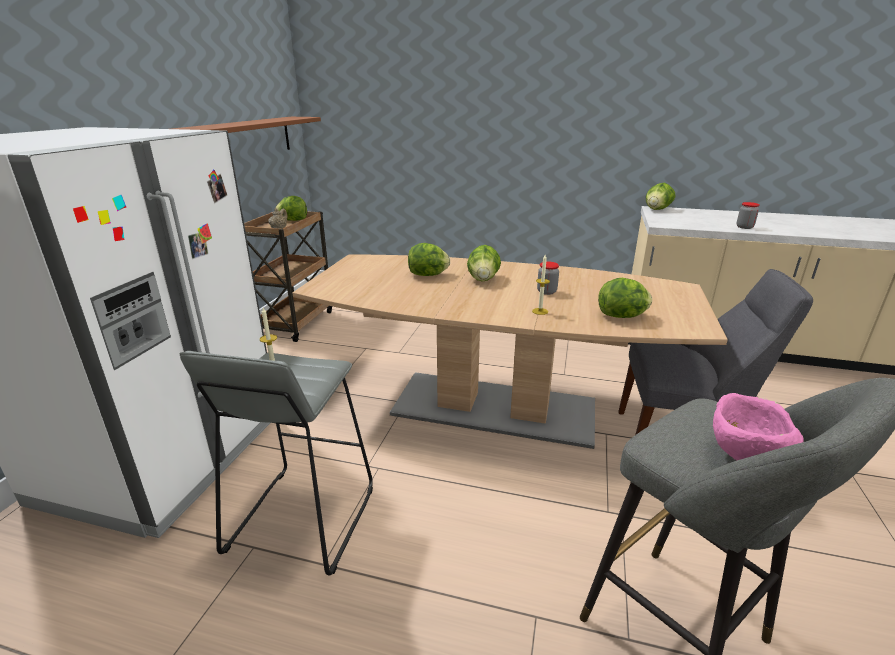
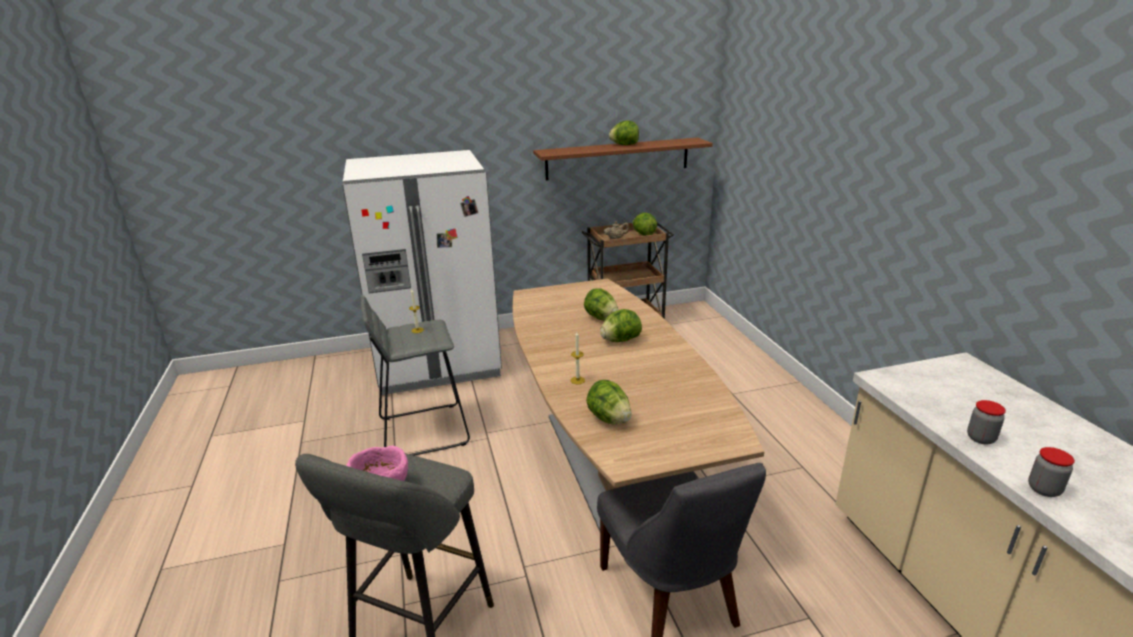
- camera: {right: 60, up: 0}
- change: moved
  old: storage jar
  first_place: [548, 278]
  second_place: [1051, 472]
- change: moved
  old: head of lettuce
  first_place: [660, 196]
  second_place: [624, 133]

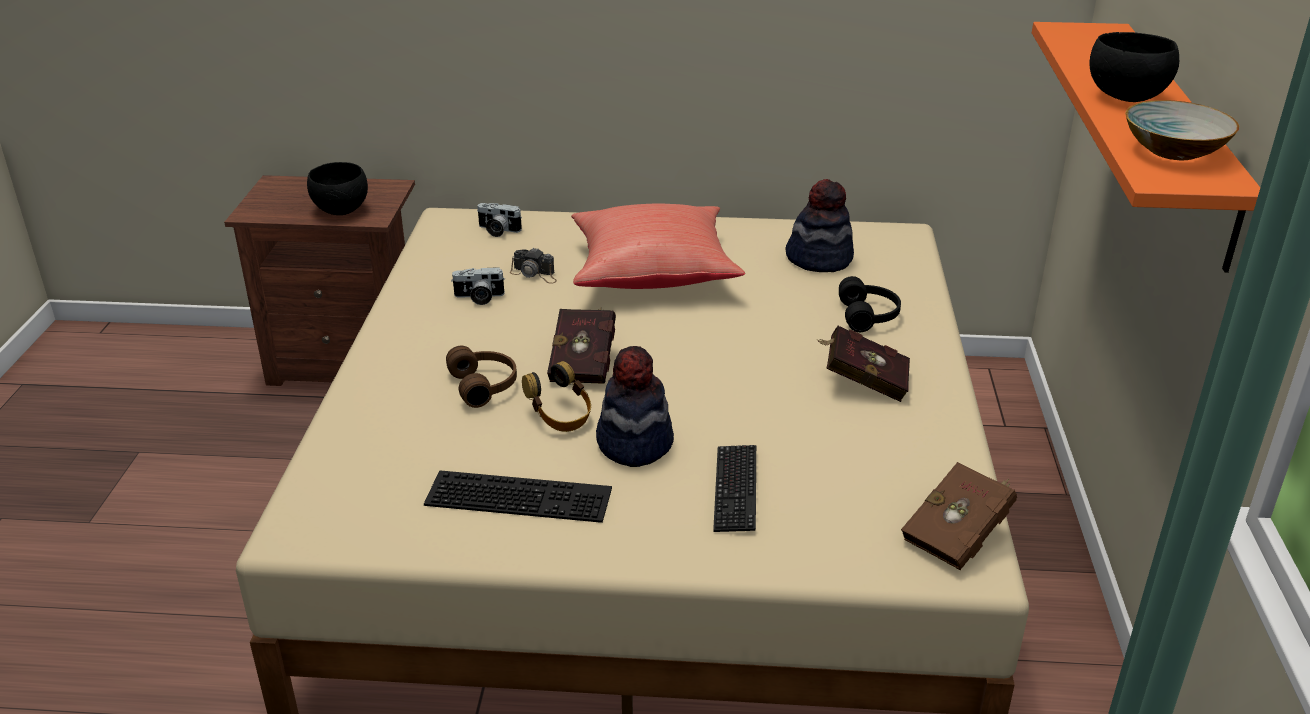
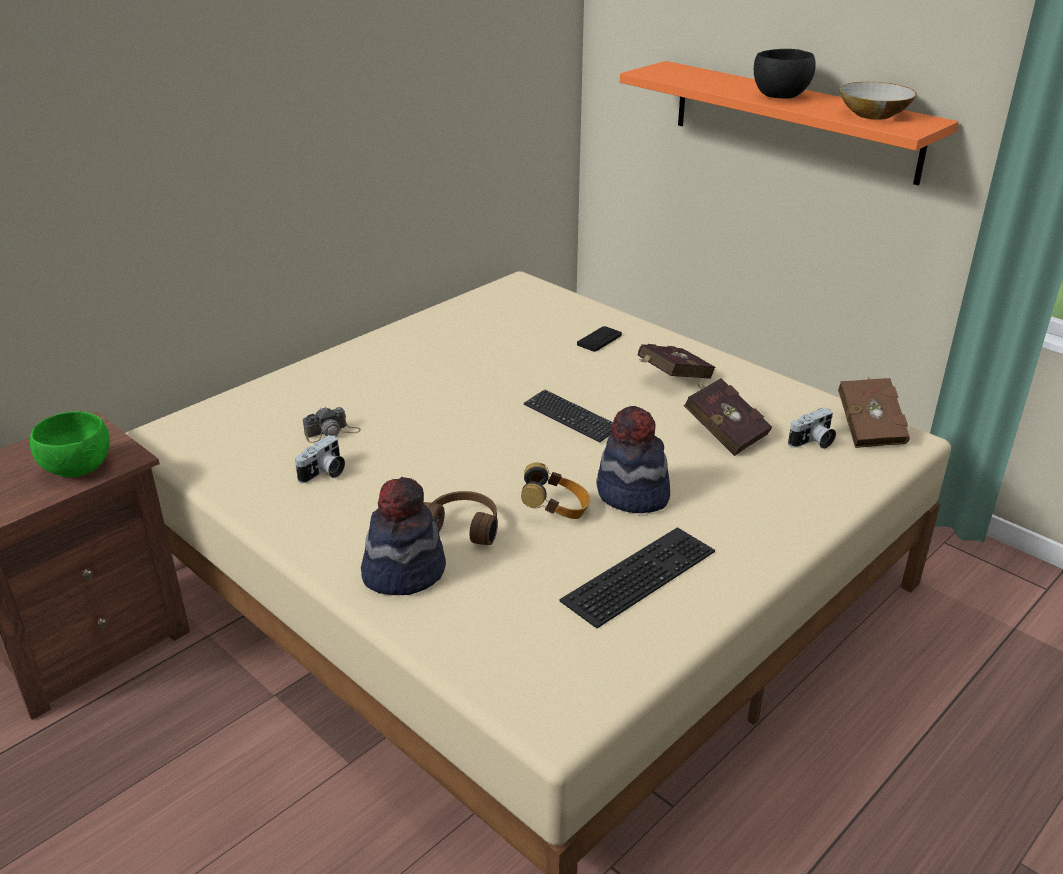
- camera: {right: -50, up: 0}
- change: removed
  old: pillow (red-coloured)
  first_place: [658, 246]
- change: moved
  old: still camera
  first_place: [499, 220]
  second_place: [812, 428]
- change: moved
  old: bound book (red-coloured)
  first_place: [581, 345]
  second_place: [728, 417]
- change: moved
  old: keyboard
  first_place: [734, 488]
  second_place: [568, 416]
- change: moved
  old: hat
  first_place: [819, 225]
  second_place: [403, 536]
- change: replaced
  old: headphones (blackish)
  new: joypad (blackish)
  first_place: [870, 304]
  second_place: [599, 339]
- change: recoloured
  old: deep dish (blackish)
  new: deep dish (green)
  first_place: [337, 188]
  second_place: [70, 444]

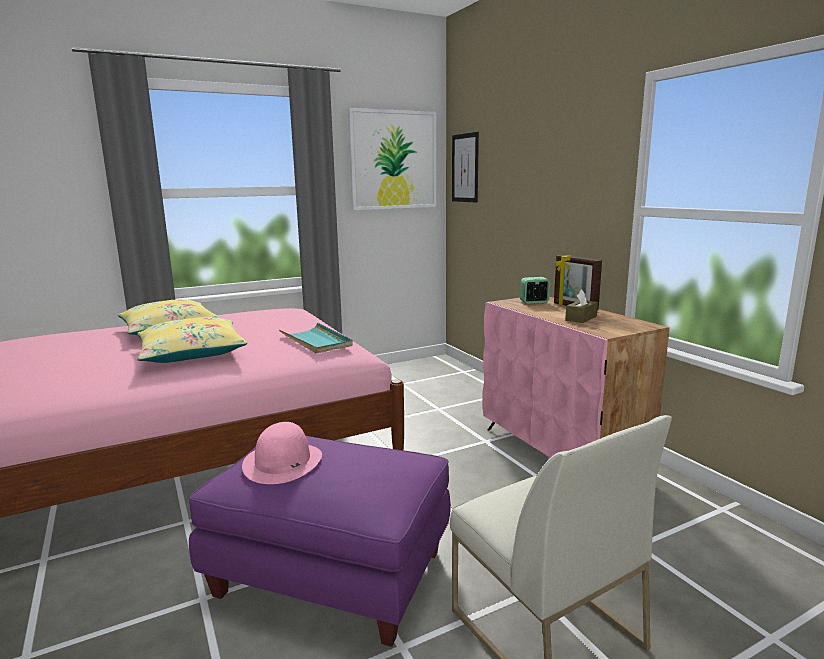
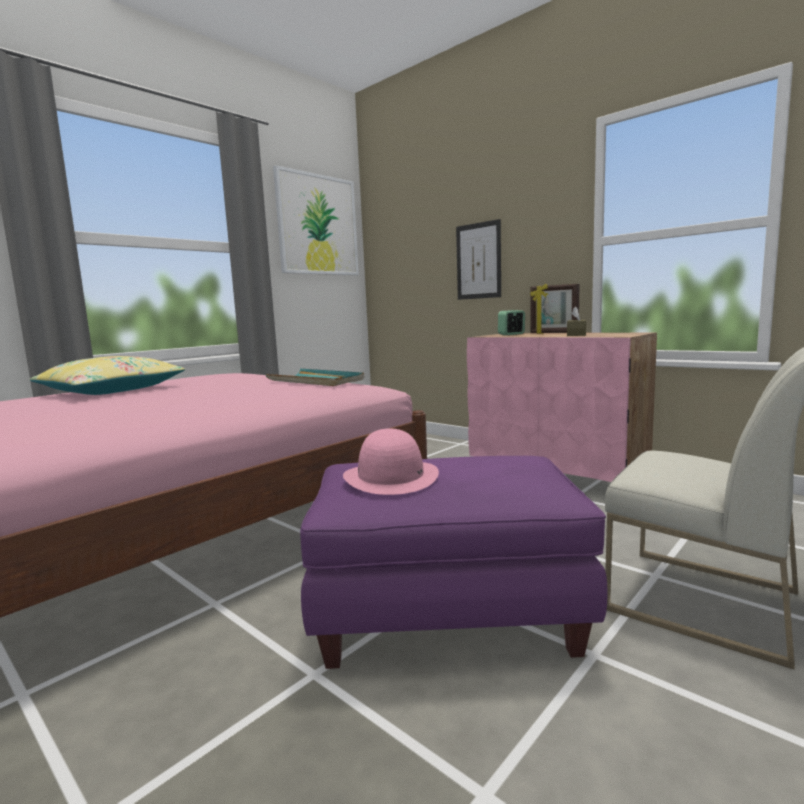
- camera: {right: -20, up: -5}
- change: removed
  old: pillow (yellow)
  first_place: [192, 340]
- change: moved
  old: picture
  first_place: [465, 167]
  second_place: [478, 259]

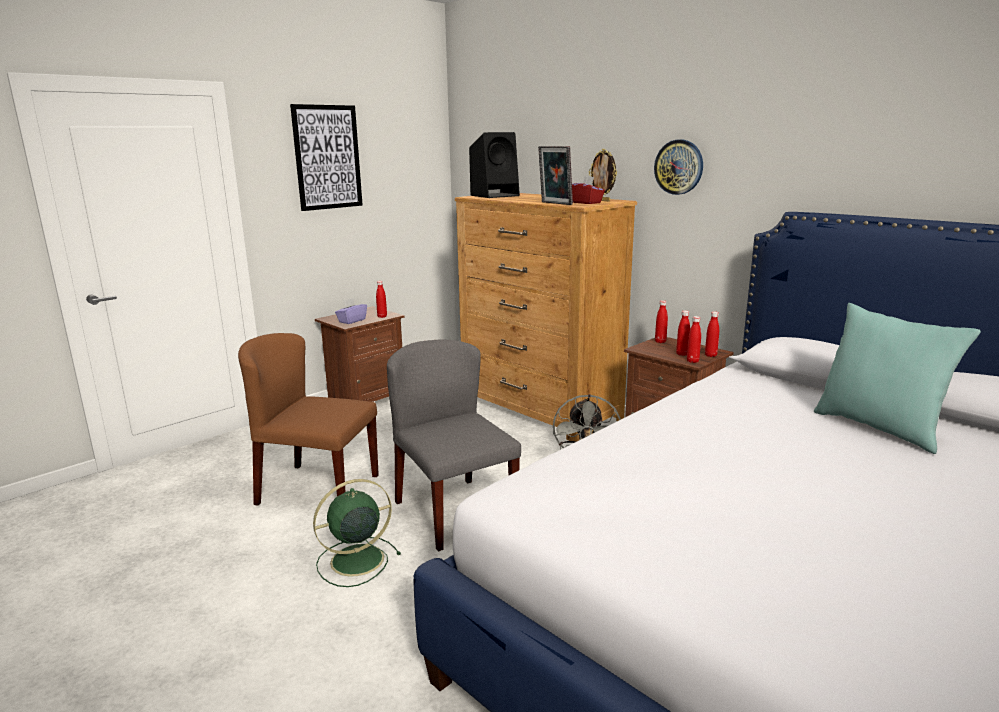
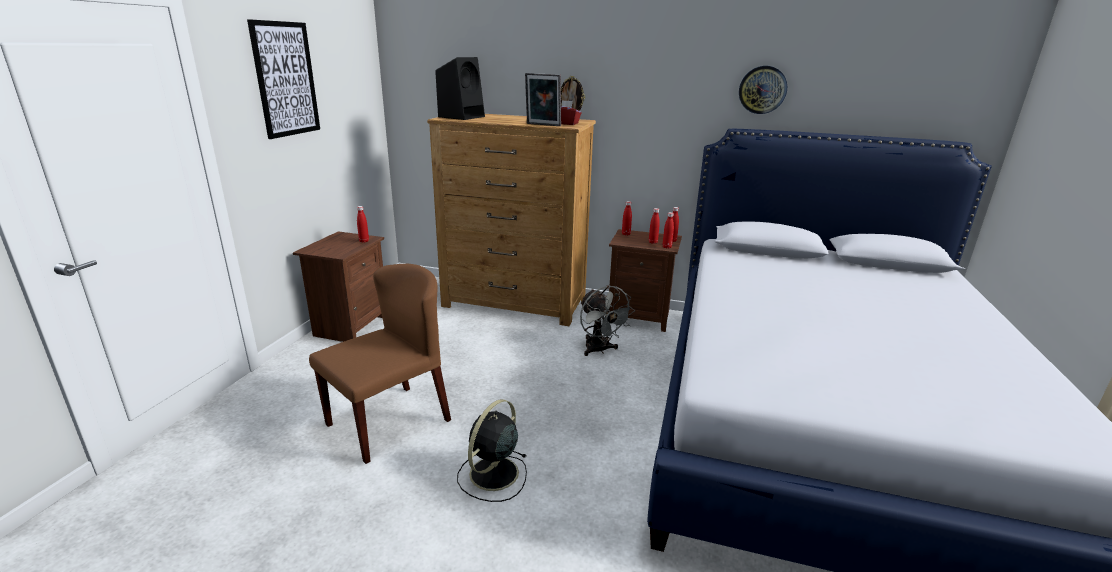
- camera: {right: -30, up: 5}
- change: removed
  old: tissue box (purplish)
  first_place: [351, 311]
- change: removed
  old: chair (grey)
  first_place: [454, 445]
- change: removed
  old: pillow (turquoise)
  first_place: [897, 378]
- change: moved
  old: wall clock
  first_place: [678, 167]
  second_place: [763, 90]
- change: recoloured
  old: fan (green)
  new: fan (blackish)
  first_place: [357, 533]
  second_place: [492, 450]
- change: turned
  old: chair (brown-coloured)
  first_place: [308, 419]
  second_place: [380, 364]
  degrees: 150

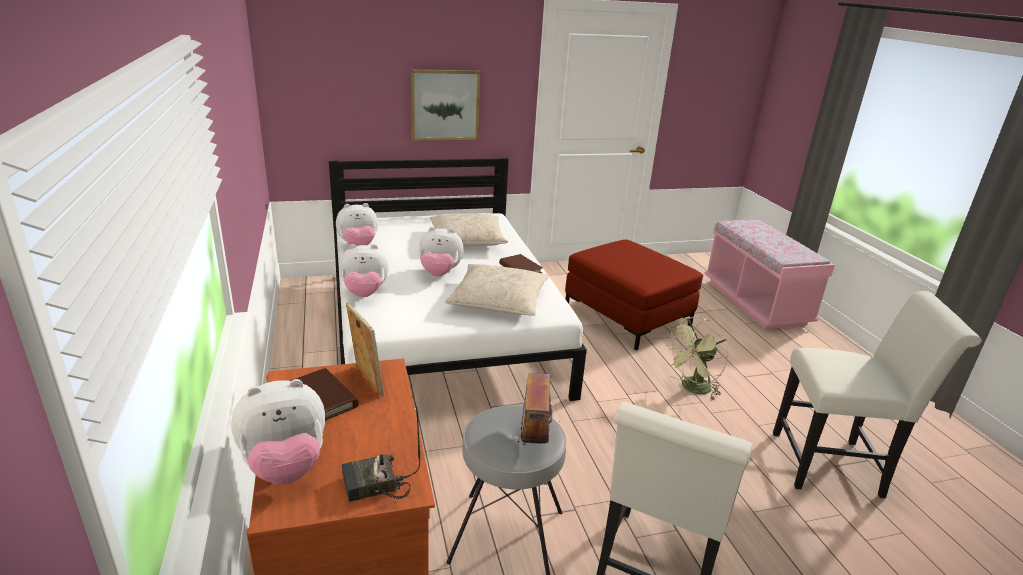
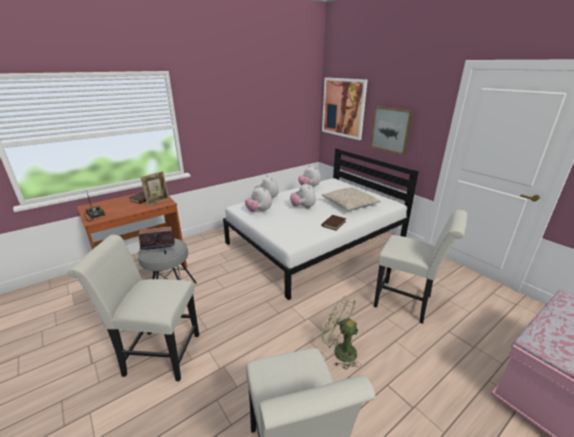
- camera: {right: 70, up: 0}
- change: removed
  old: pillow (beige)
  first_place: [497, 290]
- change: added
  new: picture
  second_place: [344, 108]
- change: moved
  old: cuddly toy
  first_place: [278, 431]
  second_place: [258, 199]
- change: replaced
  old: ottoman (red-coloured)
  new: chair (whitish)
  first_place: [634, 295]
  second_place: [421, 267]

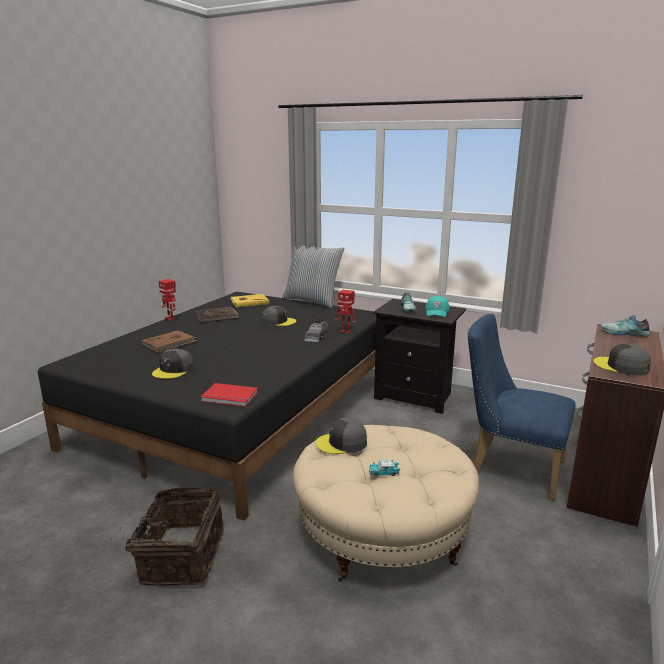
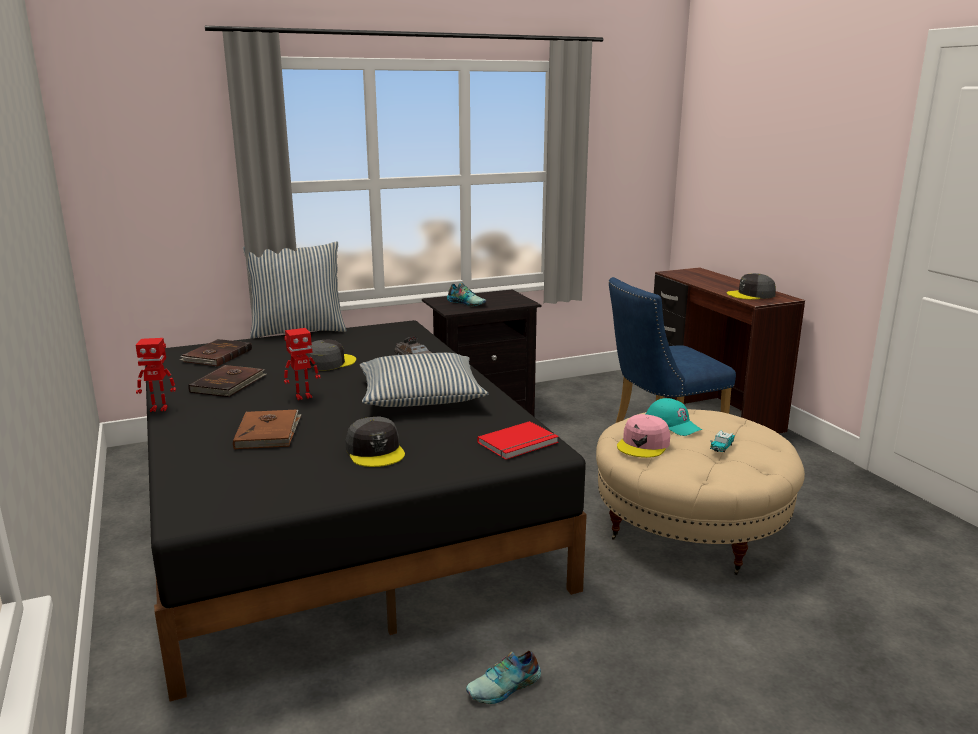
- camera: {right: -50, up: 0}
- change: removed
  old: household basket
  first_place: [167, 536]
- change: added
  new: pillow
  second_place: [424, 380]
- change: moved
  old: toy robot
  first_place: [345, 312]
  second_place: [302, 364]
- change: moved
  old: cap (turquoise)
  first_place: [437, 306]
  second_place: [674, 417]
- change: moved
  old: item of footwear
  first_place: [625, 326]
  second_place: [503, 677]
- change: recoloured
  old: bound book (yellow)
  new: bound book (brown-coloured)
  first_place: [249, 300]
  second_place: [215, 352]
- change: recoloured
  old: cap (grey)
  new: cap (pink)
  first_place: [341, 436]
  second_place: [643, 436]

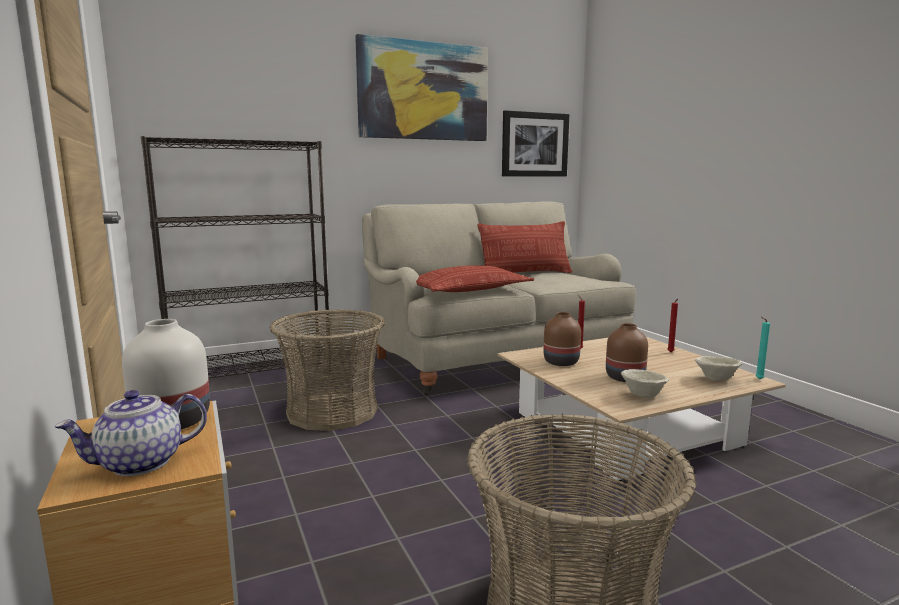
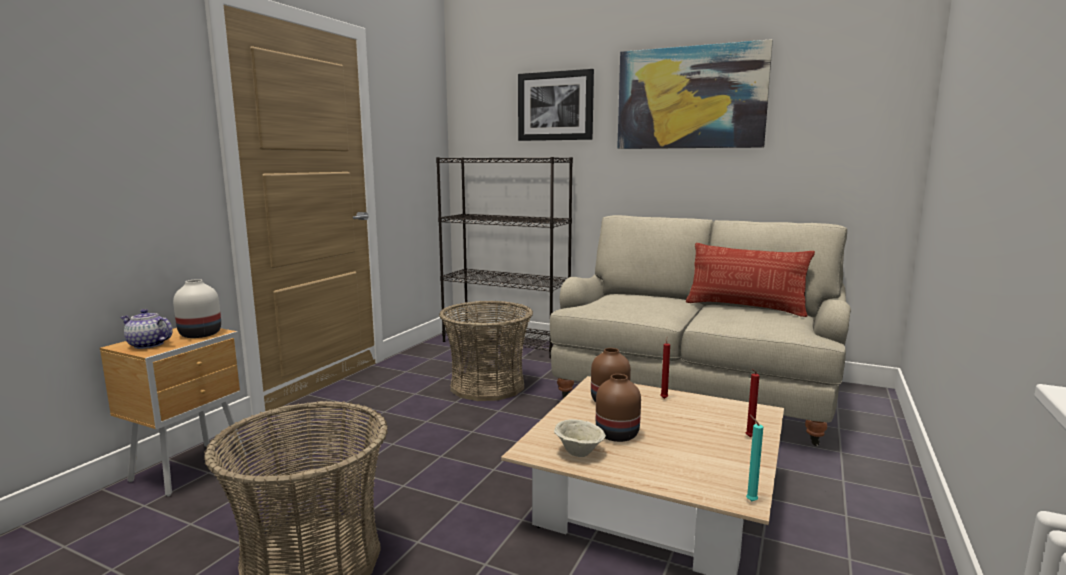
- camera: {right: 50, up: 0}
- change: removed
  old: pillow
  first_place: [475, 278]
- change: removed
  old: deep dish (beige)
  first_place: [718, 368]
- change: moved
  old: picture
  first_place: [535, 143]
  second_place: [556, 105]

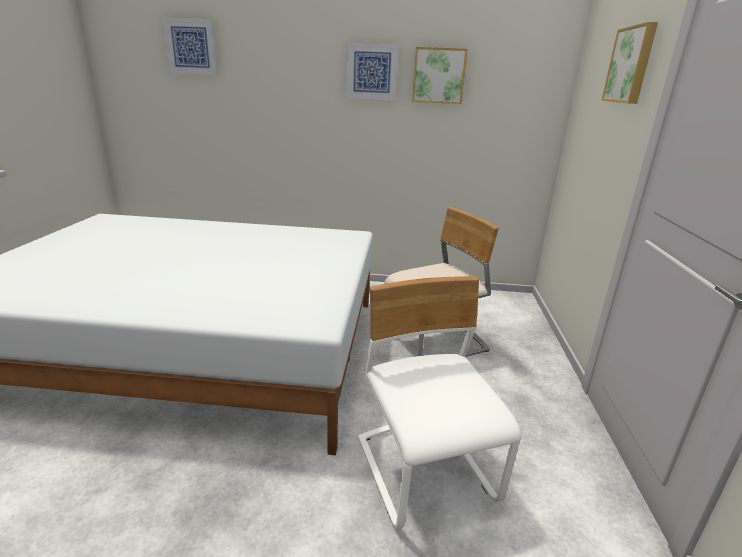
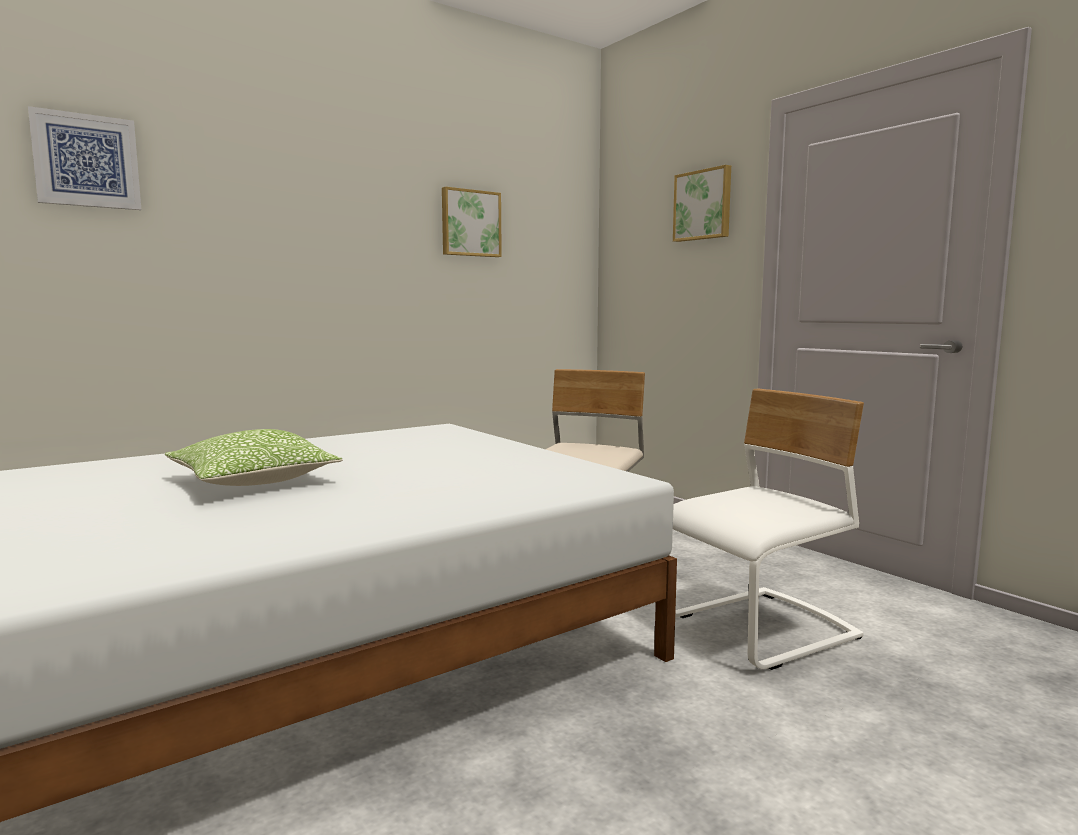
- camera: {right: -40, up: -15}
- change: removed
  old: picture
  first_place: [372, 71]
- change: added
  new: pillow
  second_place: [254, 457]
- change: turned
  old: chair (whitish)
  first_place: [440, 402]
  second_place: [768, 529]
  degrees: 120

